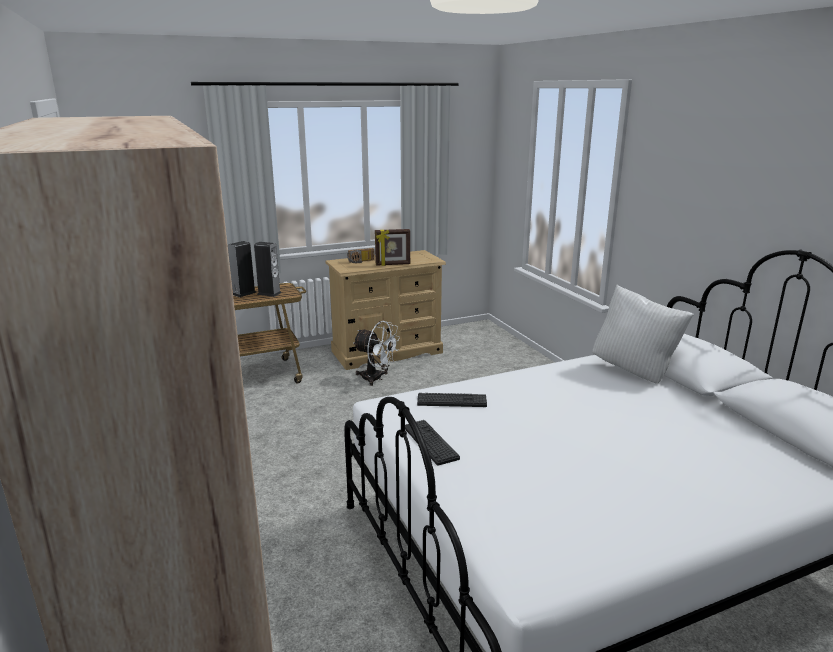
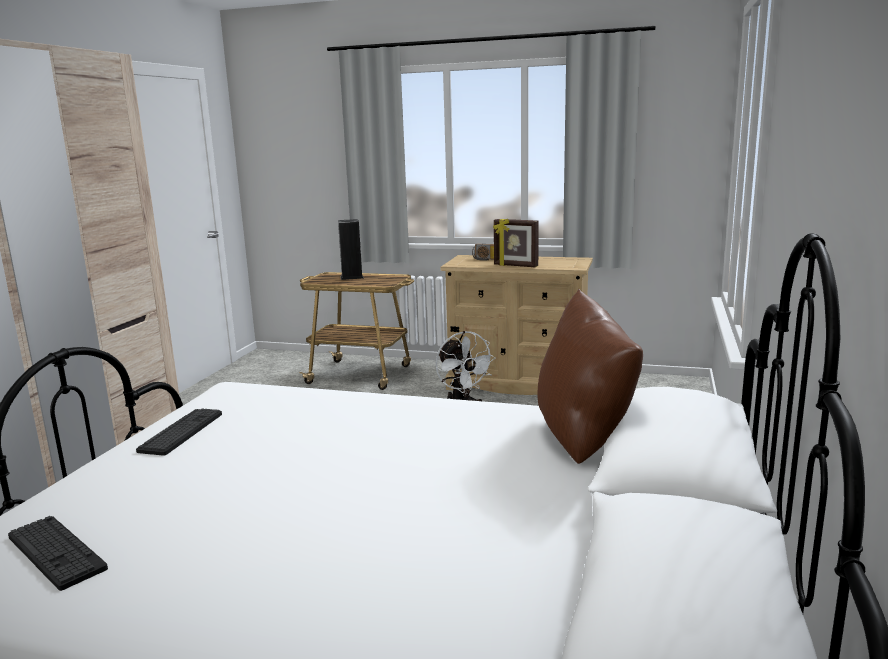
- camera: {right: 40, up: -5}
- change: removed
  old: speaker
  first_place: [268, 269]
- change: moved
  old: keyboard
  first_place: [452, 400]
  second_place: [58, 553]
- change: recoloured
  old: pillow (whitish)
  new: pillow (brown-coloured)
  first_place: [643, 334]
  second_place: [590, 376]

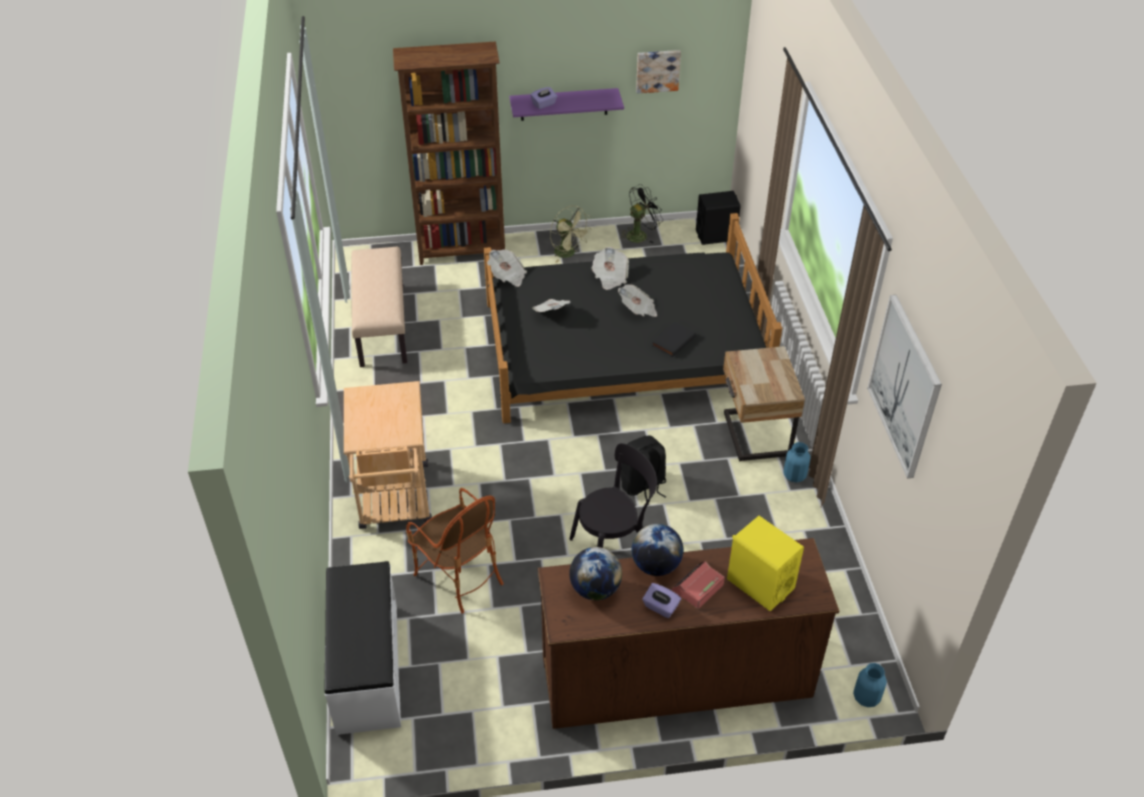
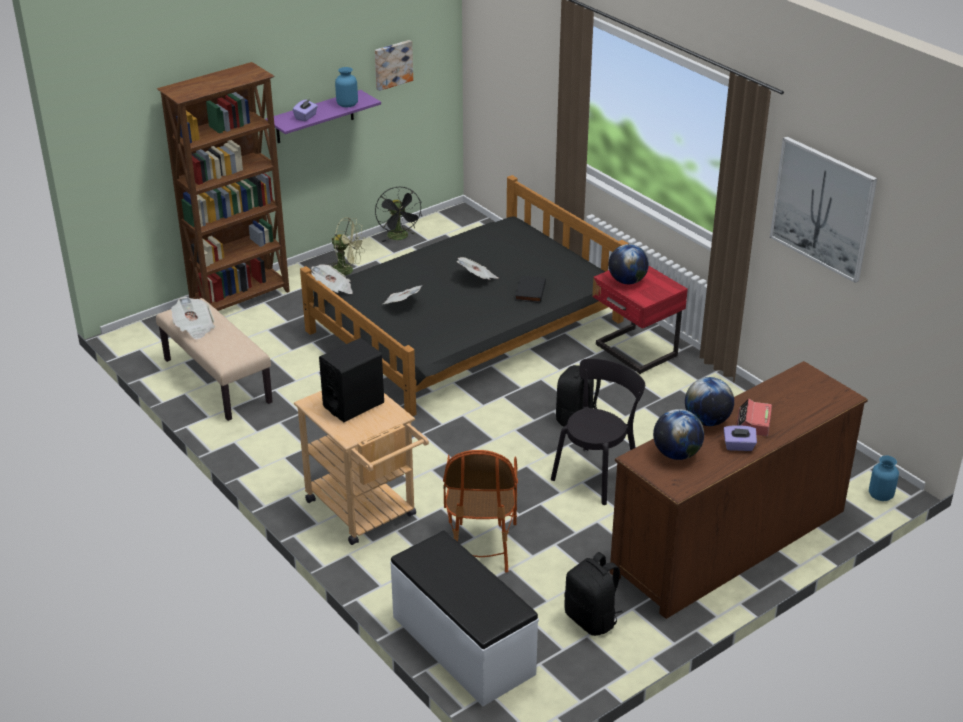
- camera: {right: -30, up: -10}
- change: removed
  old: speaker (yellow)
  first_place: [765, 563]
- change: added
  new: rucksack (blackish)
  second_place: [593, 594]
- change: added
  new: globe
  second_place: [628, 264]
- change: moved
  old: daily paper
  first_place: [610, 268]
  second_place: [193, 318]
- change: moved
  old: speaker (blackish)
  first_place: [718, 218]
  second_place: [351, 380]
- change: moved
  old: flower vase (blue)
  first_place: [797, 462]
  second_place: [346, 87]
- change: recoloured
  old: nightstand (beige)
  new: nightstand (red-coloured)
  first_place: [764, 403]
  second_place: [640, 320]
- change: turned
  old: easy chair
  first_place: [454, 551]
  second_place: [480, 511]
  degrees: 75
- change: turned
  old: fan (blackish)
  first_place: [641, 214]
  second_place: [398, 214]
  degrees: 135

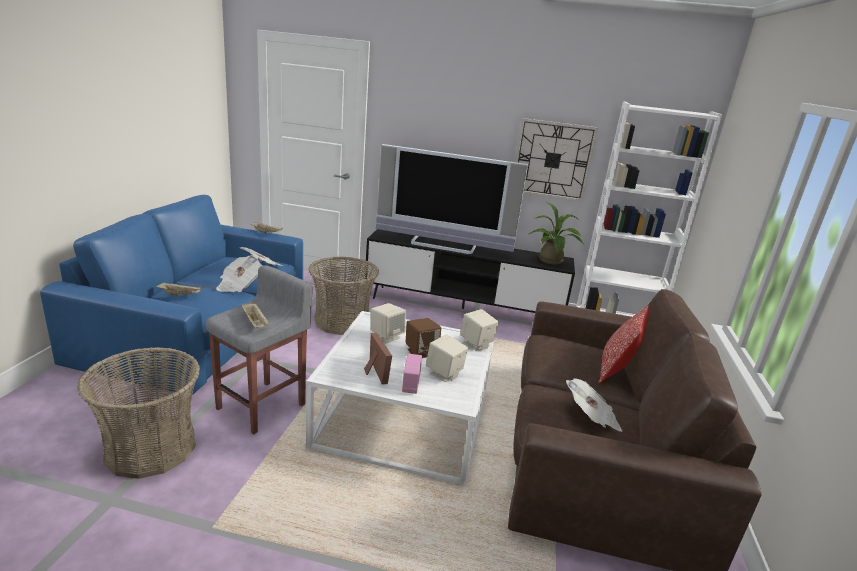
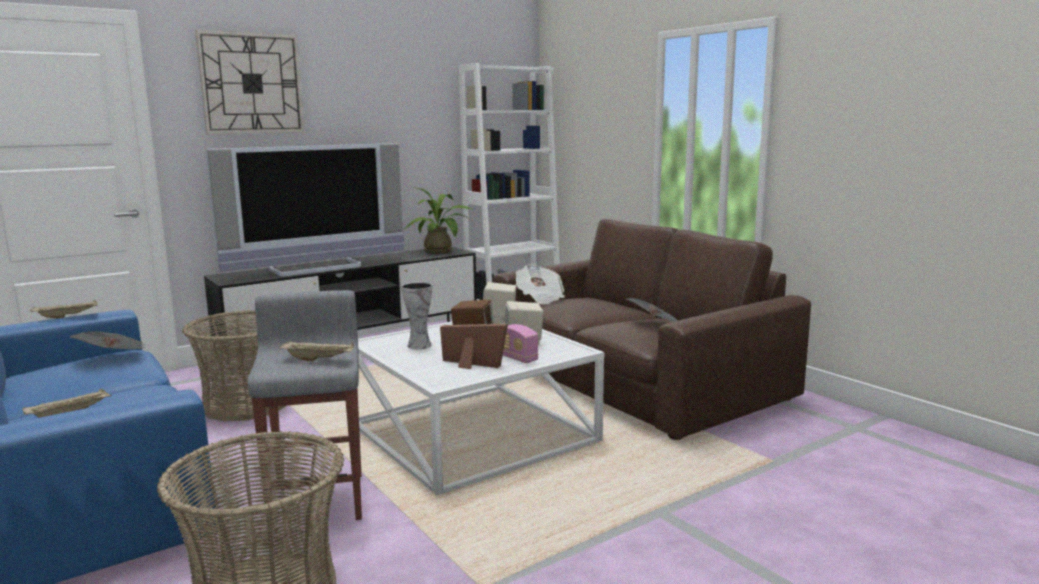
- camera: {right: -45, up: -10}
- change: removed
  old: pillow
  first_place: [623, 344]
- change: moved
  old: daily paper
  first_place: [239, 273]
  second_place: [540, 284]
- change: moved
  old: wall clock
  first_place: [556, 160]
  second_place: [249, 82]
- change: replaced
  old: speaker (beige)
  new: flower vase
  first_place: [388, 323]
  second_place: [417, 315]

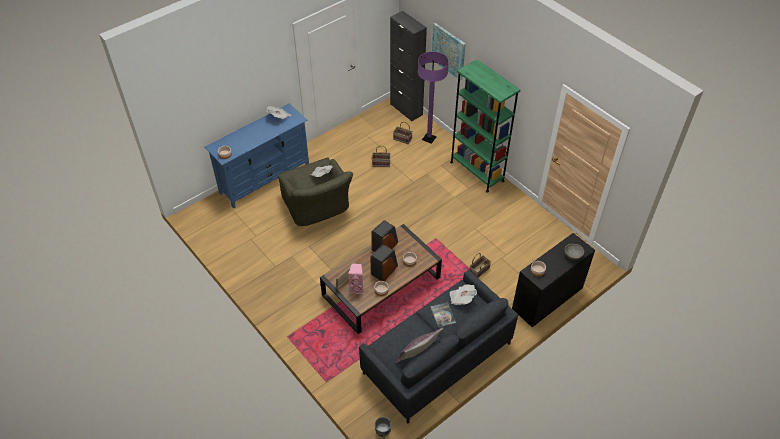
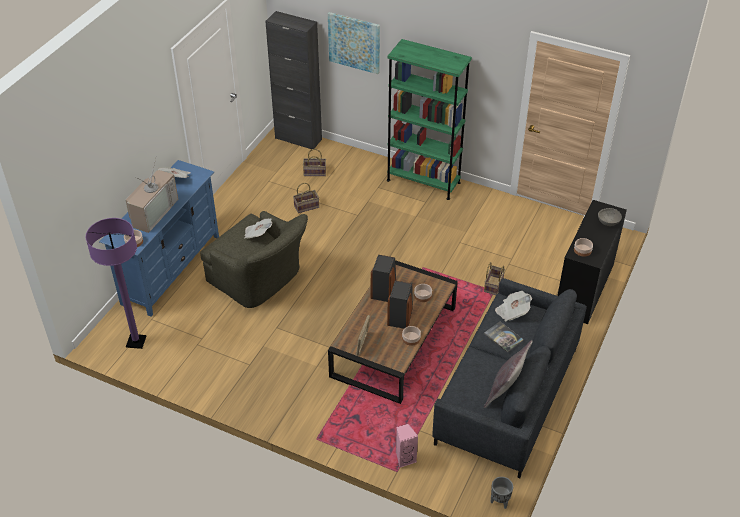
- camera: {right: -25, up: -5}
- change: added
  new: television
  second_place: [151, 195]
- change: moved
  old: speaker (pink)
  first_place: [356, 278]
  second_place: [407, 446]
- change: moved
  old: standing lamp (purplish)
  first_place: [433, 97]
  second_place: [116, 283]

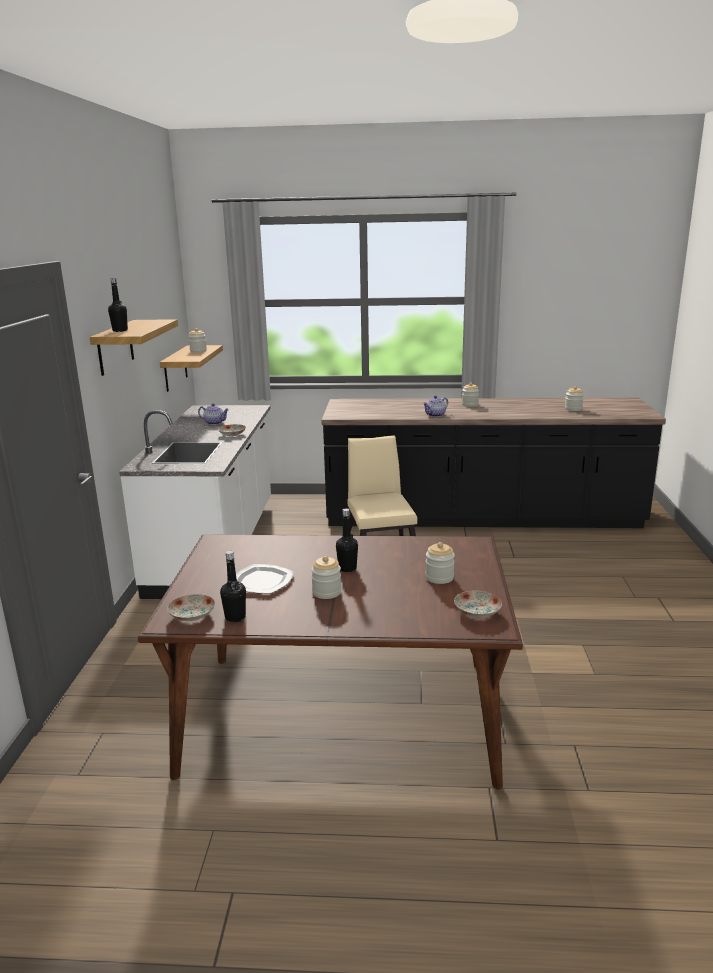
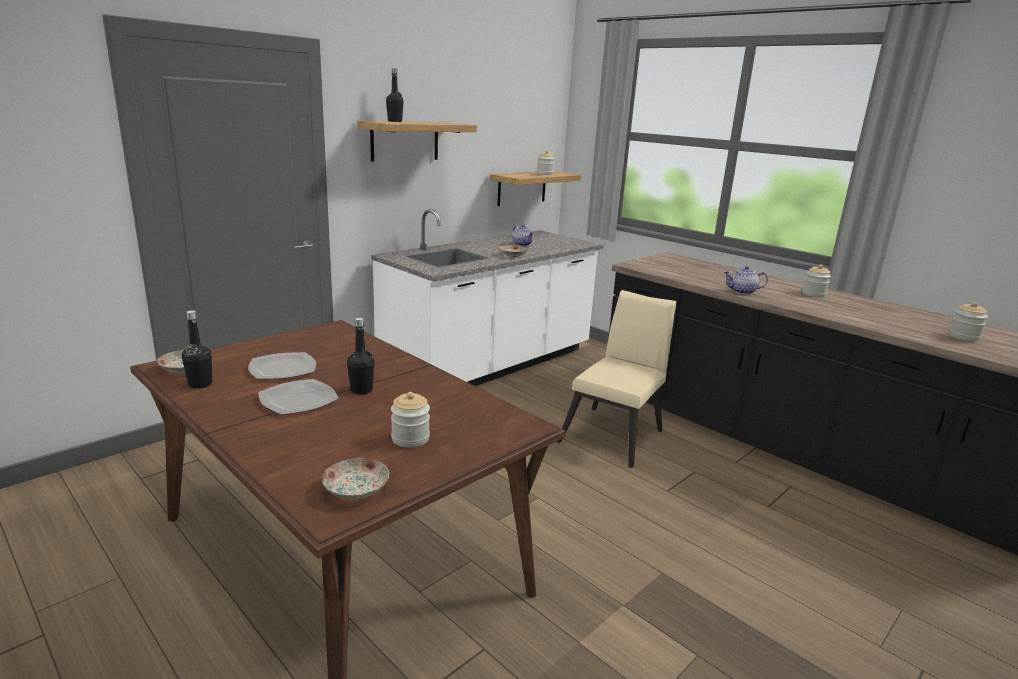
- camera: {right: 40, up: 0}
- change: replaced
  old: storage jar
  new: dinner plate
  first_place: [326, 577]
  second_place: [298, 397]

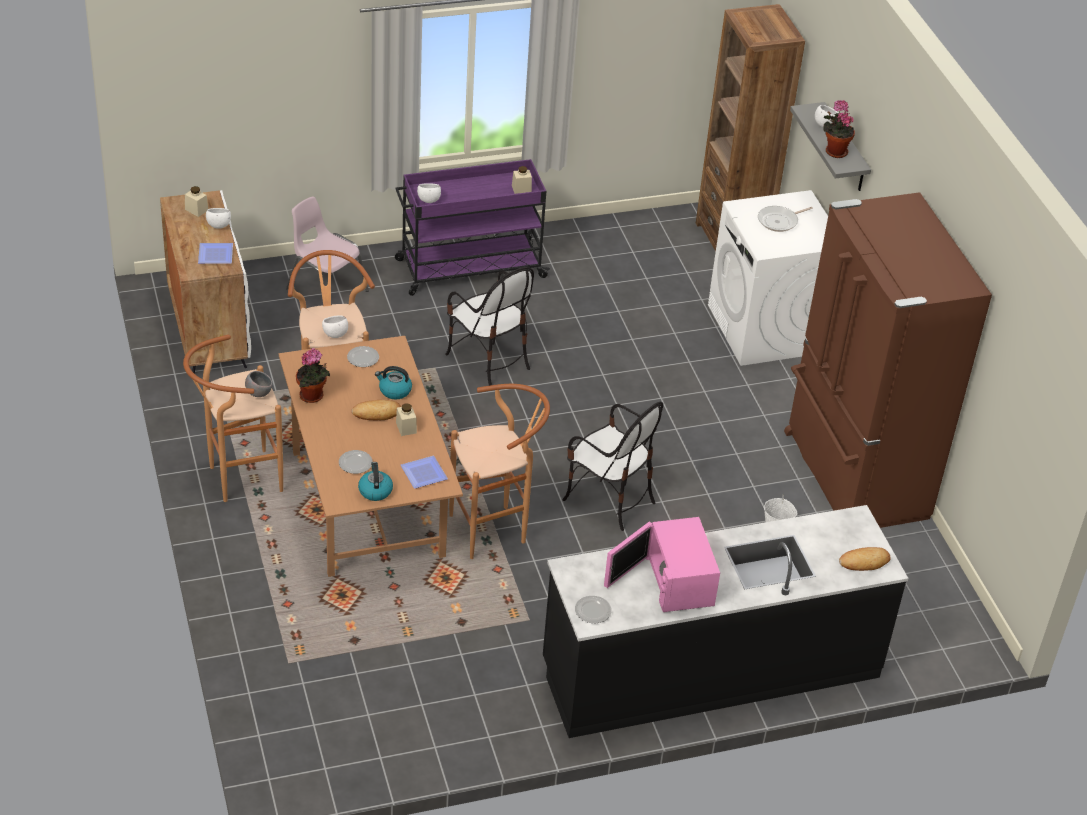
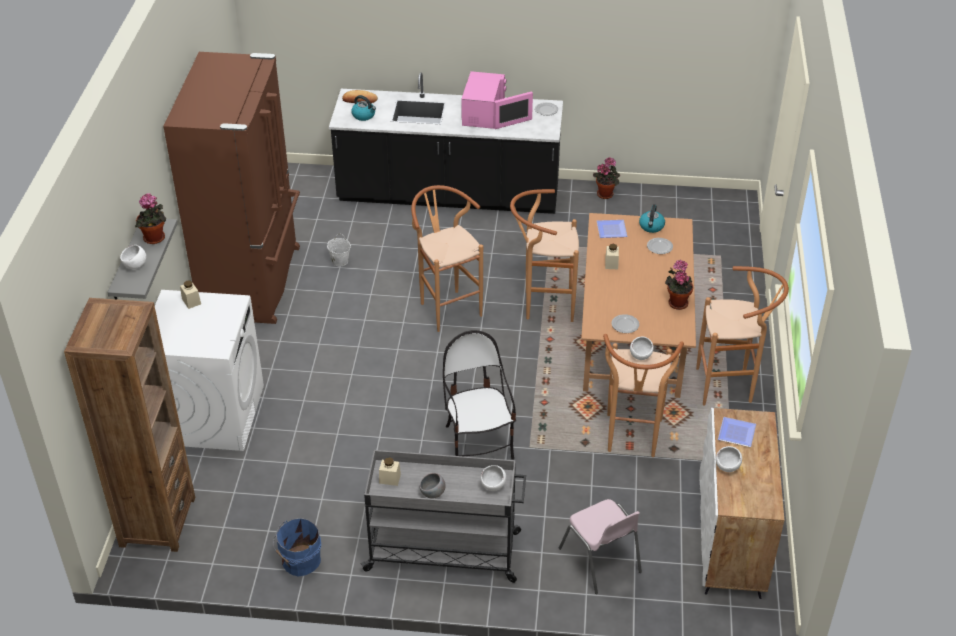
- camera: {right: -155, up: 0}
- change: removed
  old: bakery bread
  first_place: [376, 410]
- change: removed
  old: skillet
  first_place: [785, 219]
- change: added
  new: bucket (blue)
  second_place: [297, 547]
- change: added
  new: houseplant
  second_place: [606, 178]
- change: moved
  old: storage jar (beige)
  first_place: [196, 201]
  second_place: [190, 294]
- change: moved
  old: deep dish (grey)
  first_place: [259, 384]
  second_place: [432, 486]
- change: moved
  old: tea kettle
  first_place: [393, 383]
  second_place: [363, 108]
- change: replaced
  old: chair
  new: stool (brown-coloured)
  first_place: [612, 466]
  second_place: [447, 258]
- change: recoloured
  old: trolley (purplish)
  new: trolley (grey)
  first_place: [472, 227]
  second_place: [443, 516]

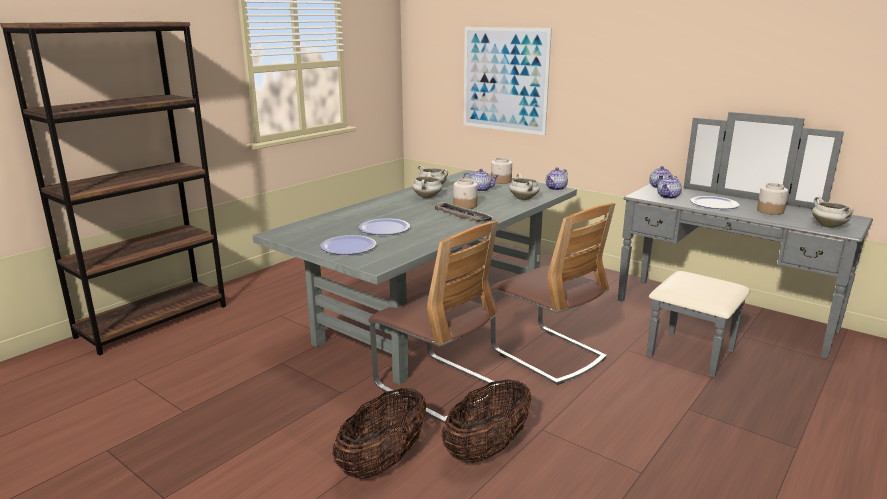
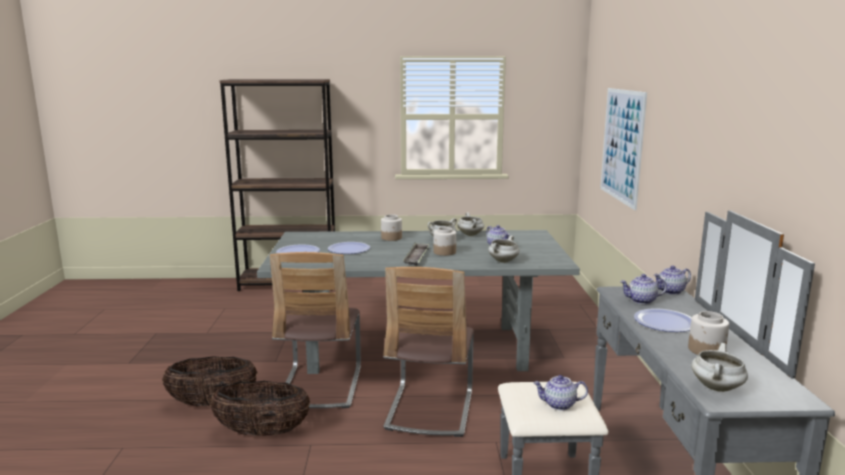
- camera: {right: 50, up: -5}
- change: moved
  old: storage jar
  first_place: [501, 170]
  second_place: [391, 227]
- change: moved
  old: pot for tea
  first_place: [557, 178]
  second_place: [560, 392]

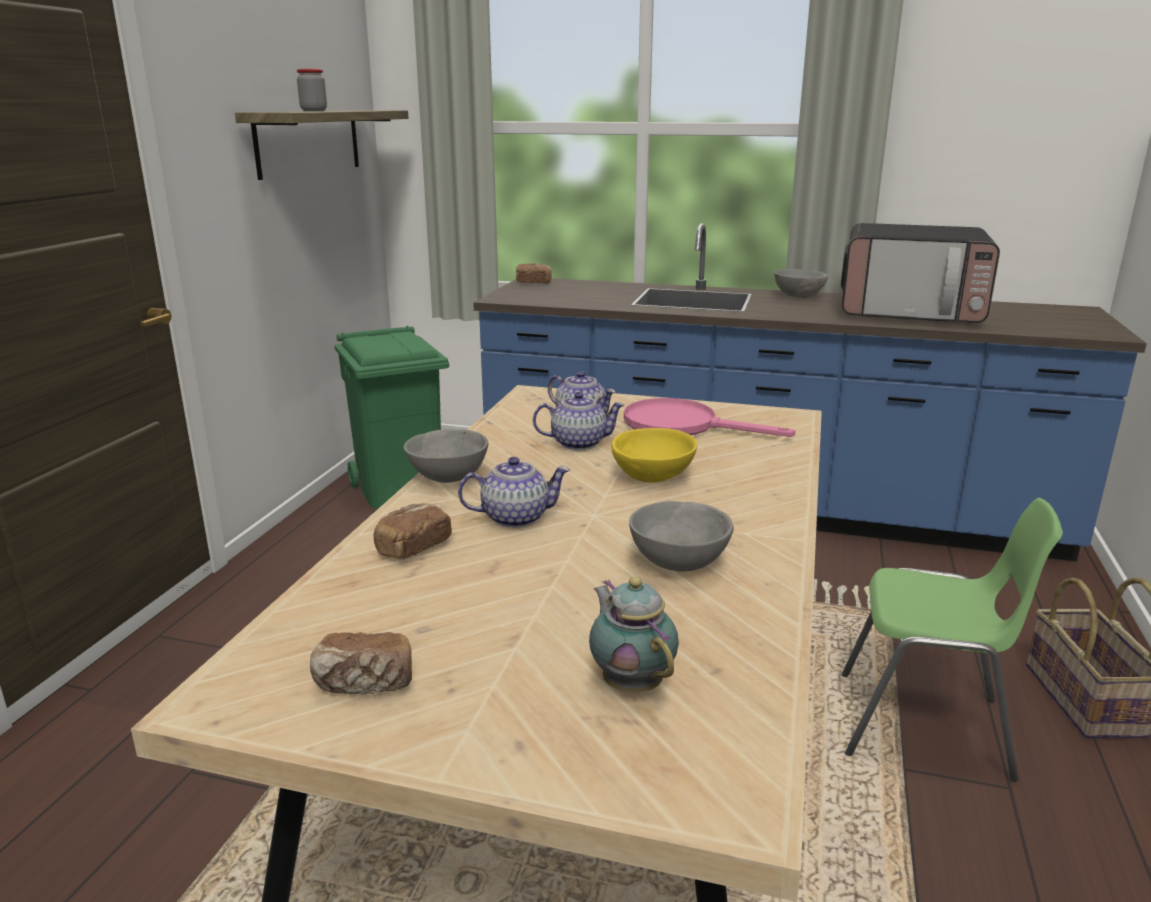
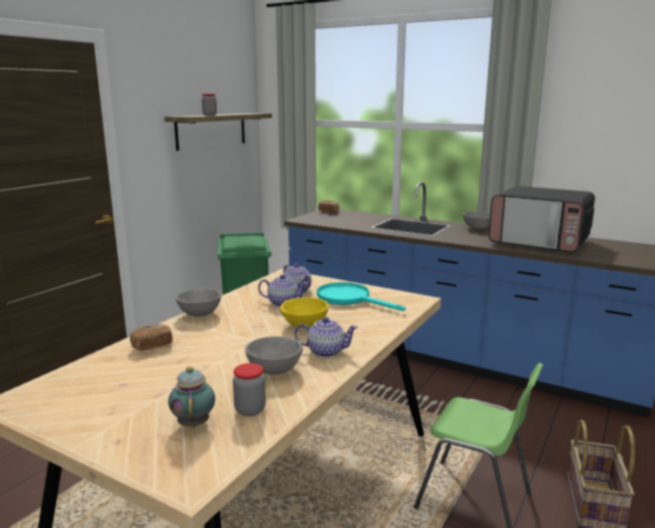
- camera: {right: 15, up: -5}
- change: removed
  old: bakery bread
  first_place: [361, 663]
- change: added
  new: storage jar
  second_place: [249, 389]
- change: moved
  old: pot for tea
  first_place: [514, 492]
  second_place: [326, 337]
- change: recoloured
  old: skillet (pink)
  new: skillet (turquoise)
  first_place: [709, 417]
  second_place: [361, 296]

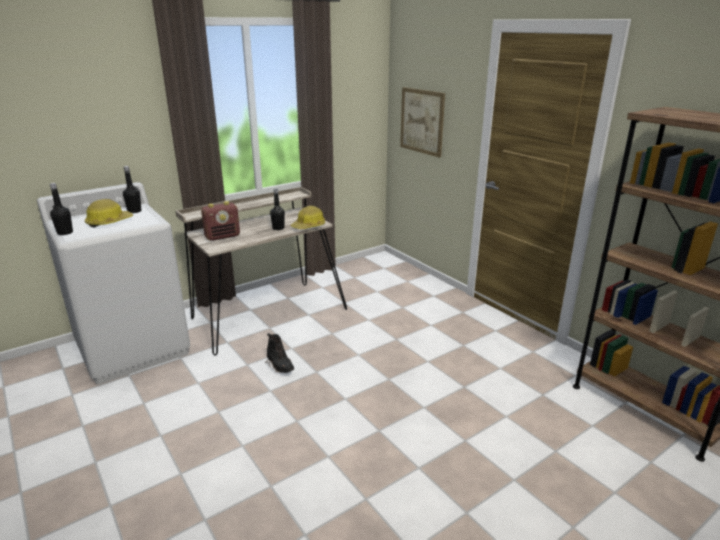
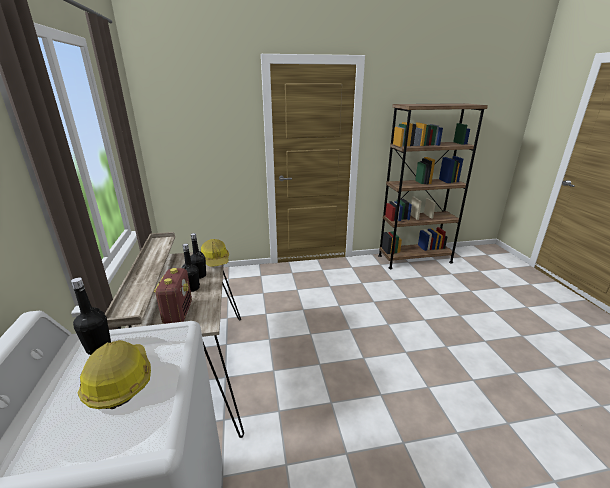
- camera: {right: -65, up: 0}
- change: removed
  old: high-top boot (blackish)
  first_place: [279, 353]
- change: removed
  old: picture
  first_place: [422, 122]
- change: moved
  old: drink bottle (blackish)
  first_place: [61, 209]
  second_place: [191, 268]

